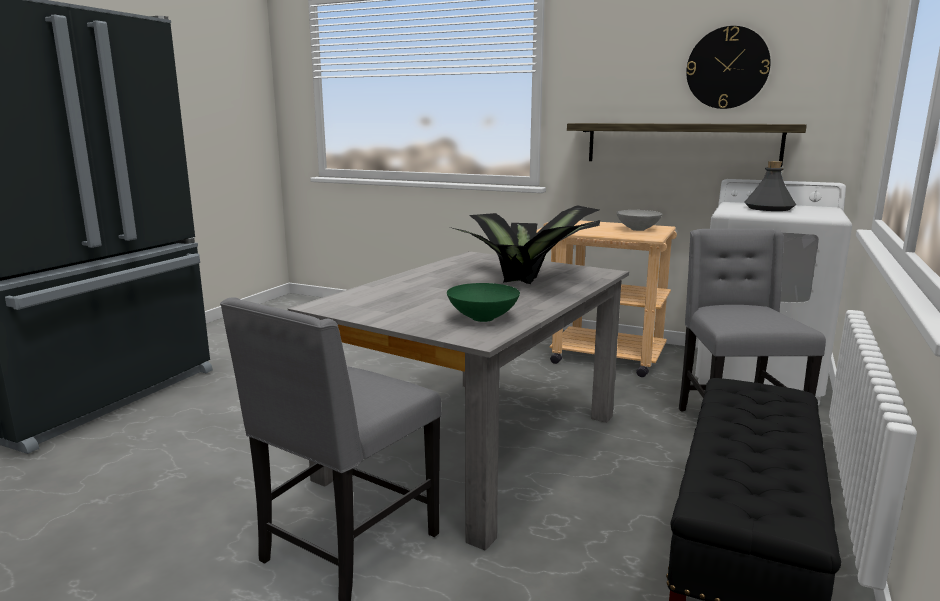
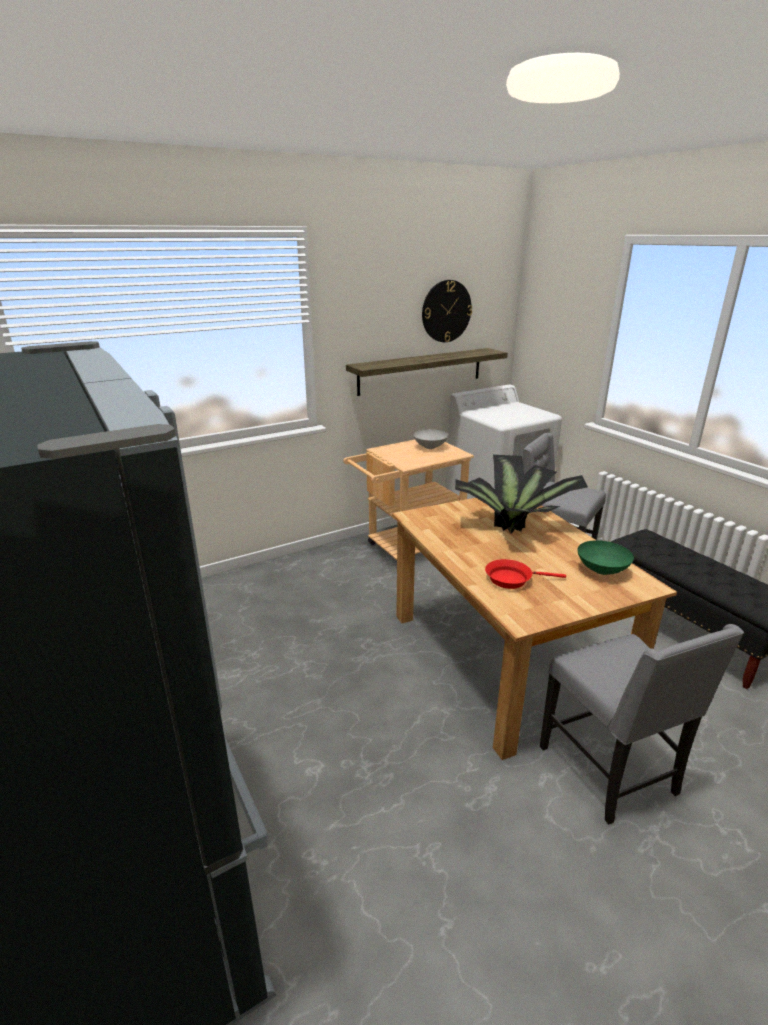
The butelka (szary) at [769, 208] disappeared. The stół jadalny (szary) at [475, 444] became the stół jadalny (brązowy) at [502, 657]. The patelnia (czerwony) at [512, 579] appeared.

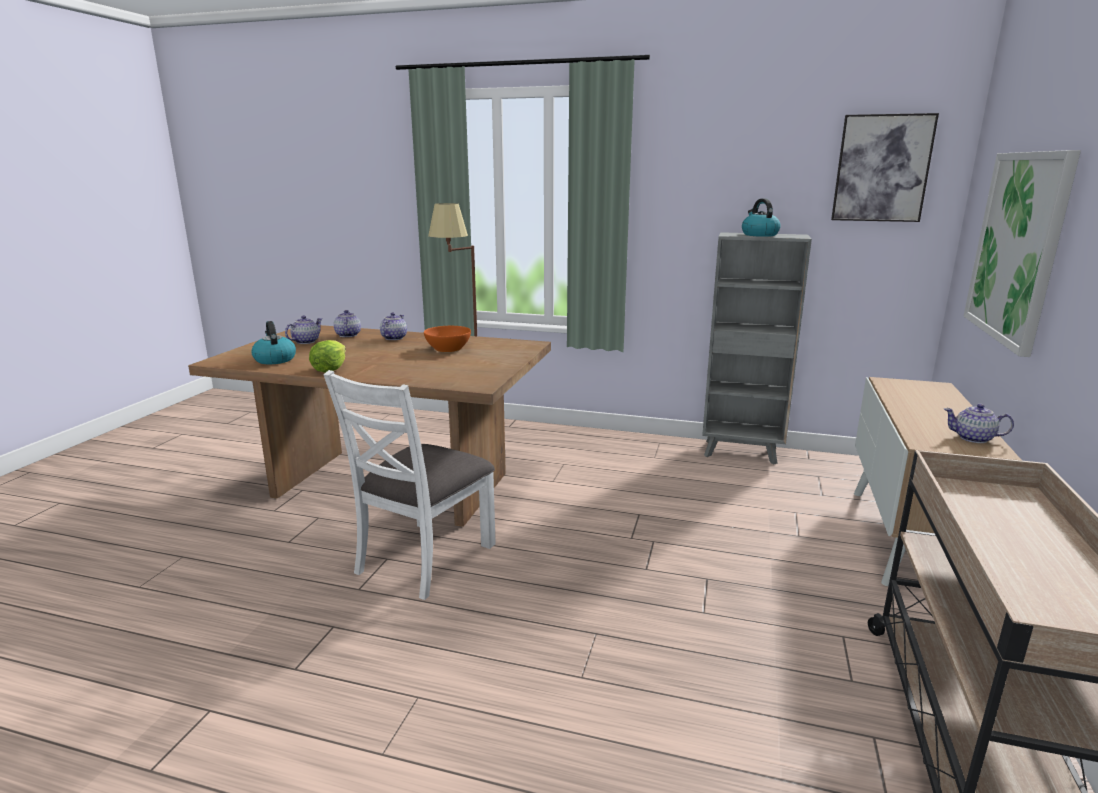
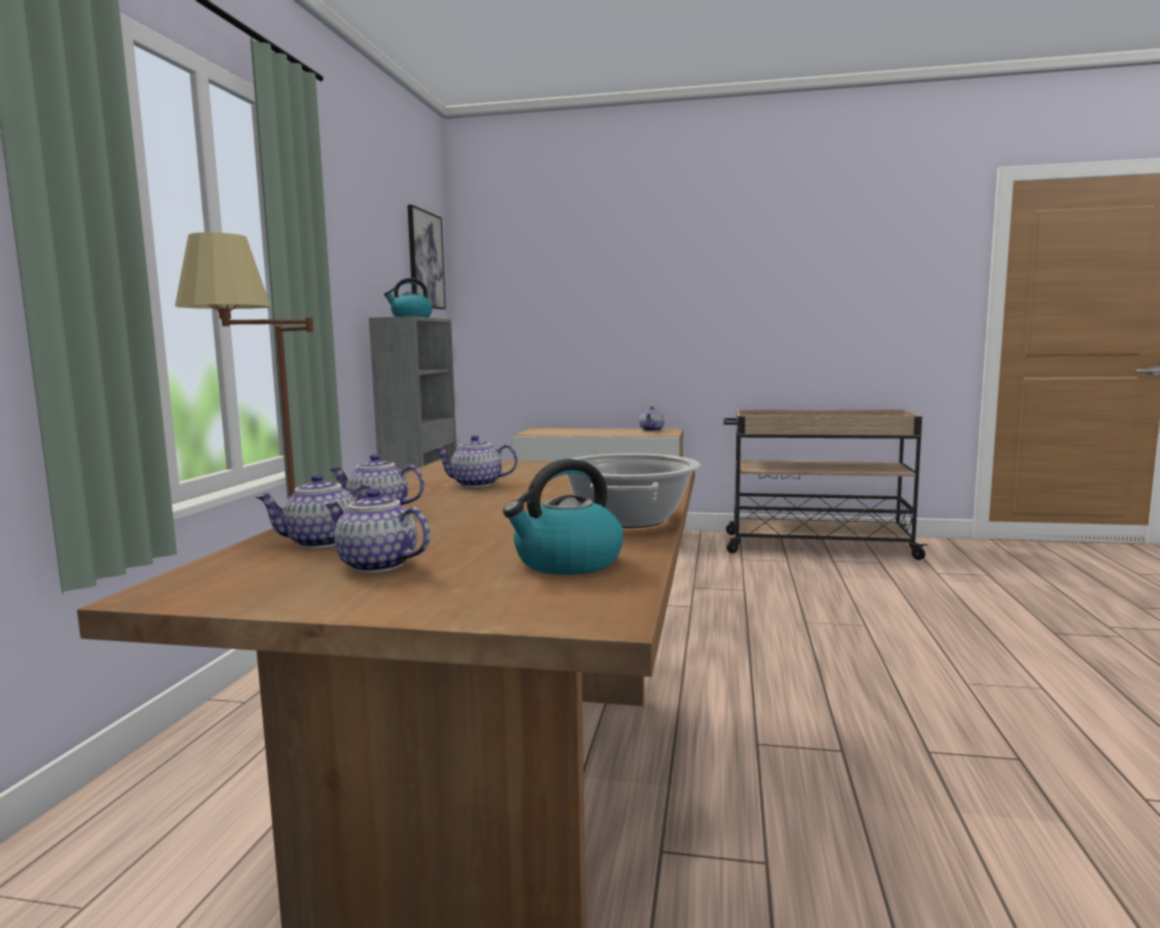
The obraz at [1017, 247] disappeared. The miska (pomarańczowy) at [448, 348] was replaced by the imbryk at [476, 484]. The sałata at [330, 369] was replaced by the garnek at [629, 519]. The krzesło (biały) at [424, 558] disappeared.

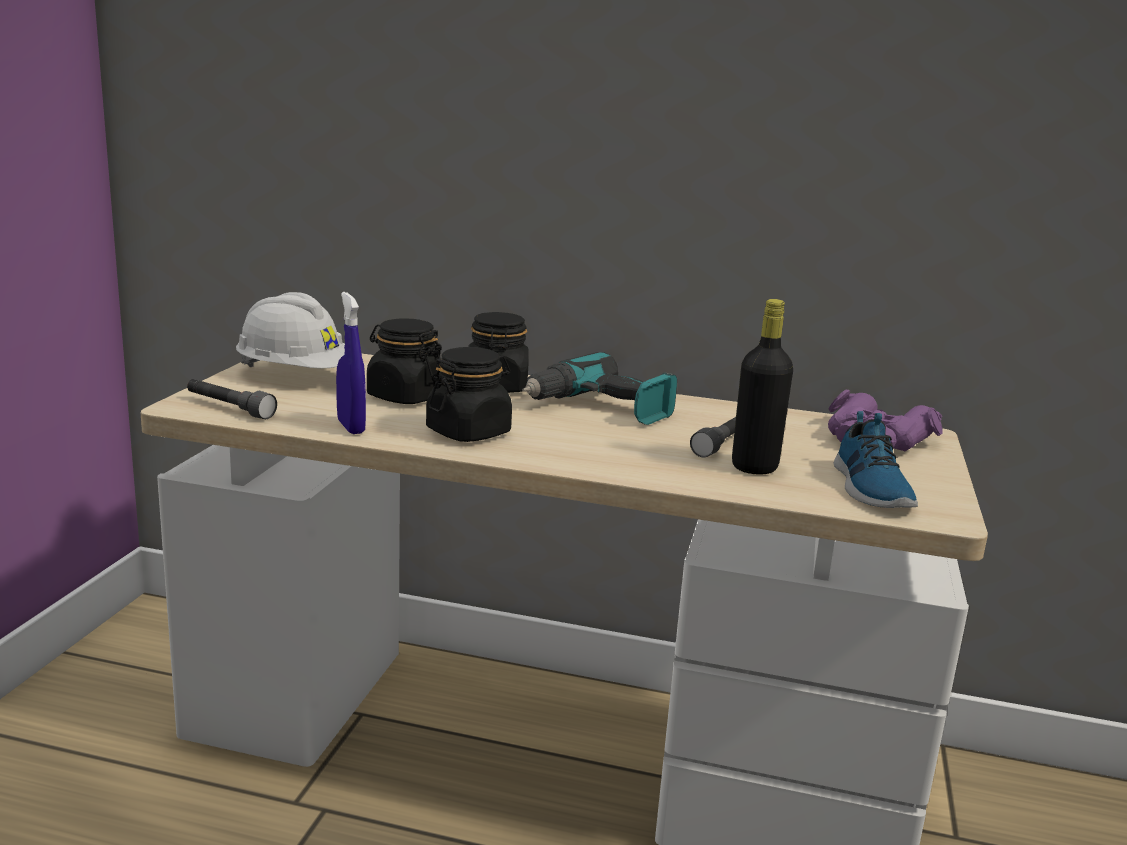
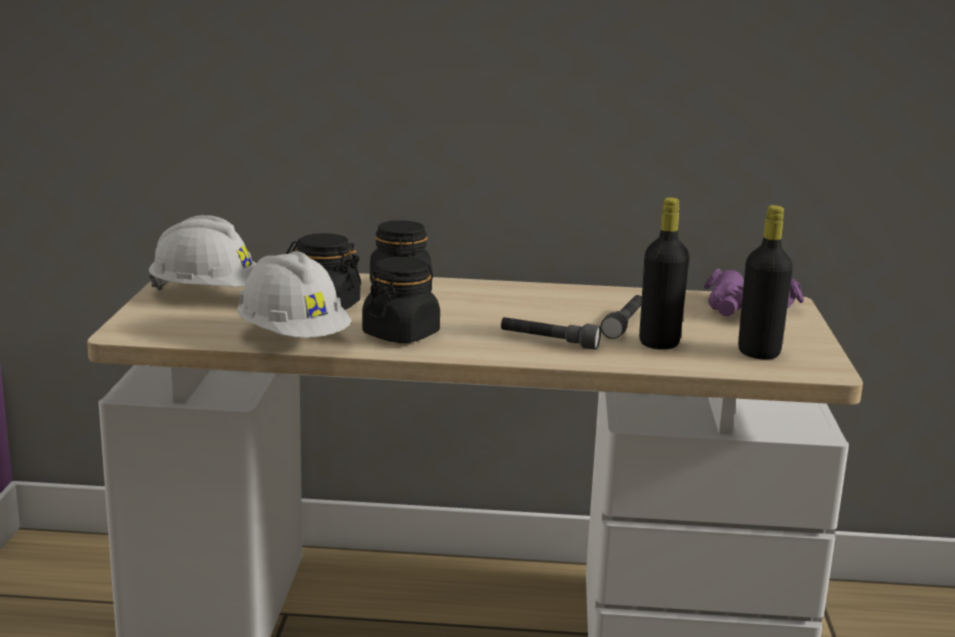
The spryskiwacz (niebieski) at [351, 427] was replaced by the kask (biały) at [293, 339]. The wiertarka at [601, 409] disappeared. The latarka (szary) moved from [229, 408] to [549, 342]. The but at [869, 488] was replaced by the butelka (czarny) at [758, 353].

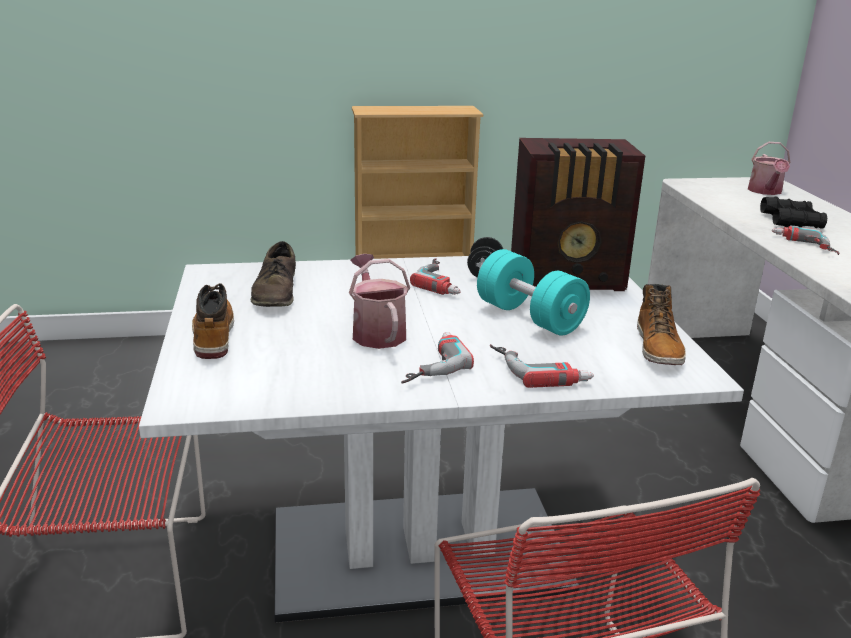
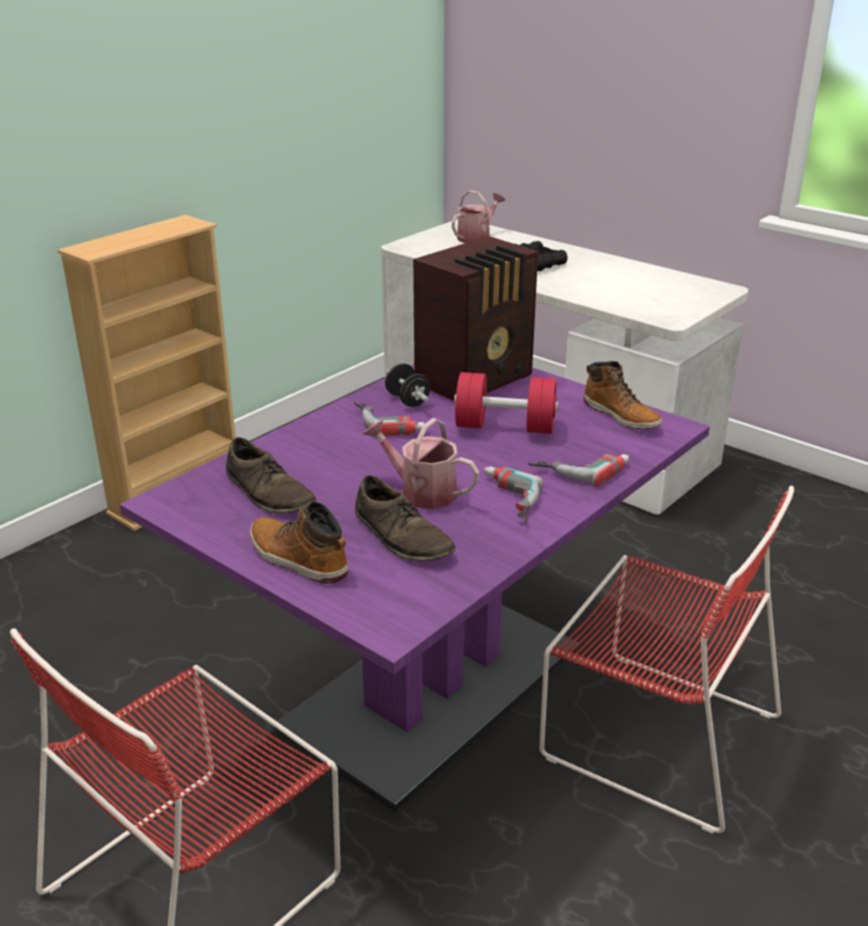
The konewka at [766, 191] turned 105 degrees counterclockwise. The wiertarka at [802, 246] disappeared. The hantel (turkusowy) at [529, 317] became the hantel (czerwony) at [505, 427]. The stół jadalny (biały) at [418, 552] became the stół jadalny (fioletowy) at [433, 688]. The but (brązowy) at [402, 537] appeared.

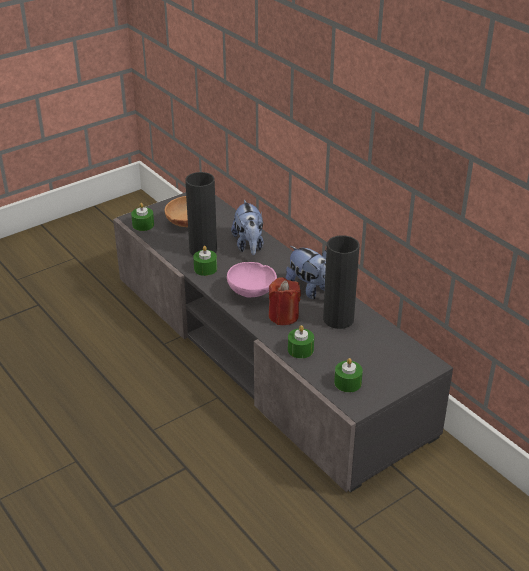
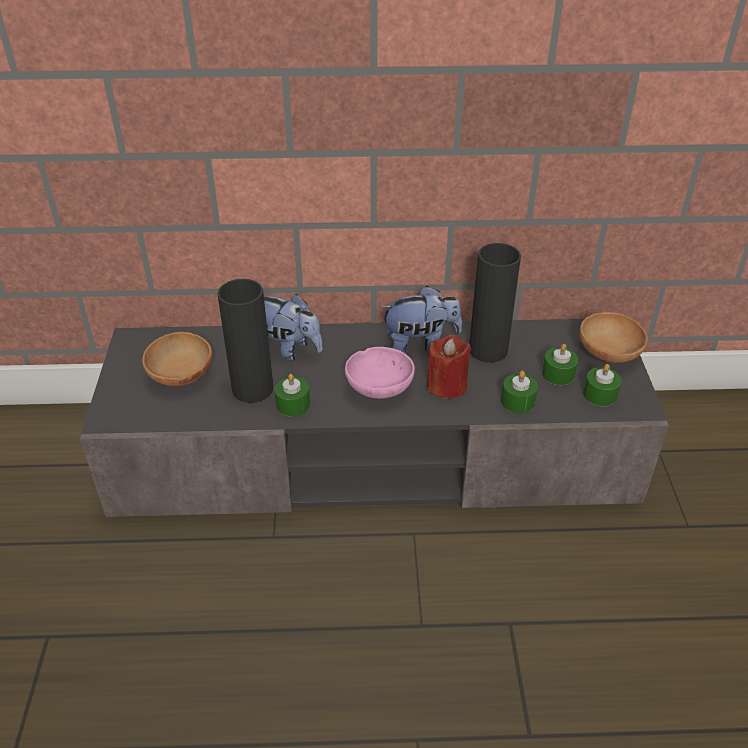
The świeca (zielony) moved from [143, 225] to [558, 374]. The miska (brązowy) at [609, 355] appeared.

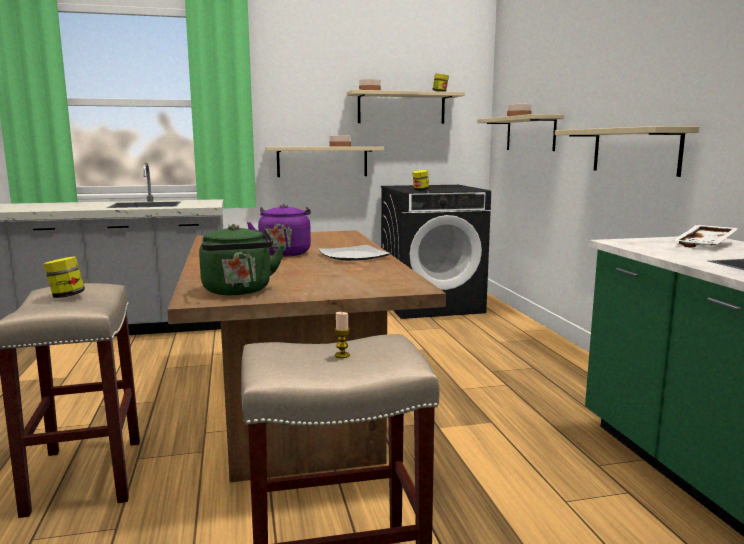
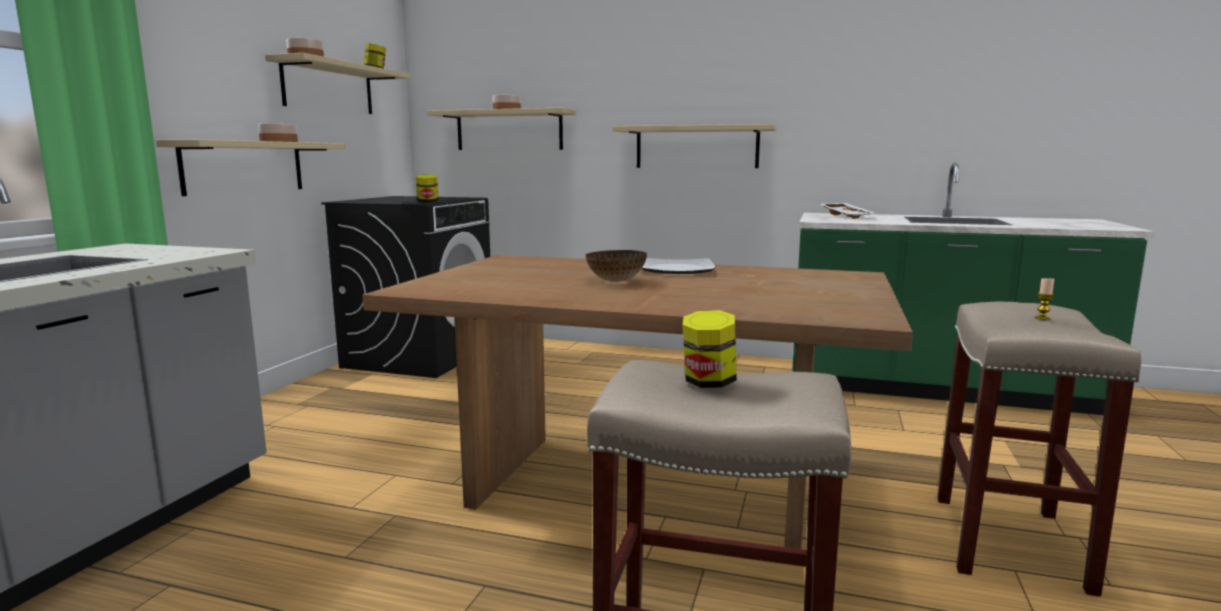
The czajnik (fioletowy) at [284, 253] was replaced by the miska at [615, 281]. The czajnik (zielony) at [238, 291] disappeared.

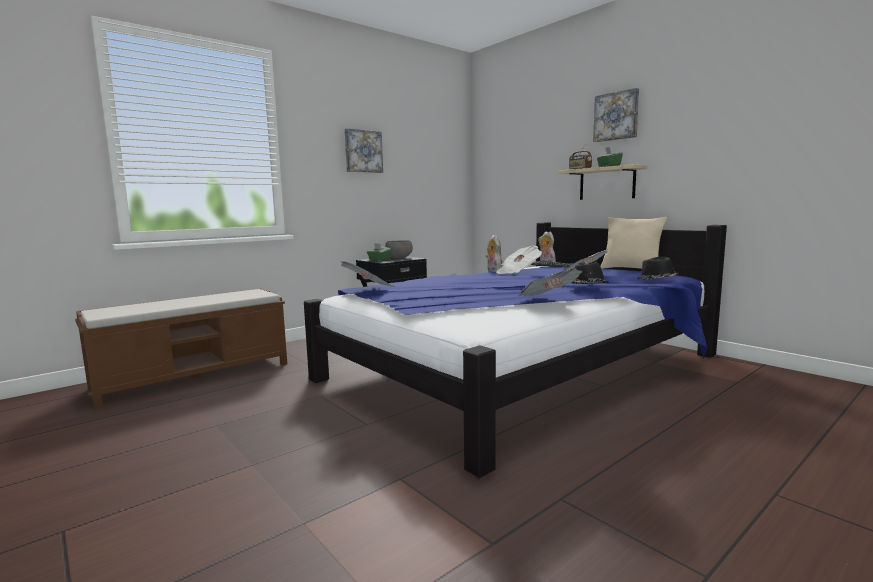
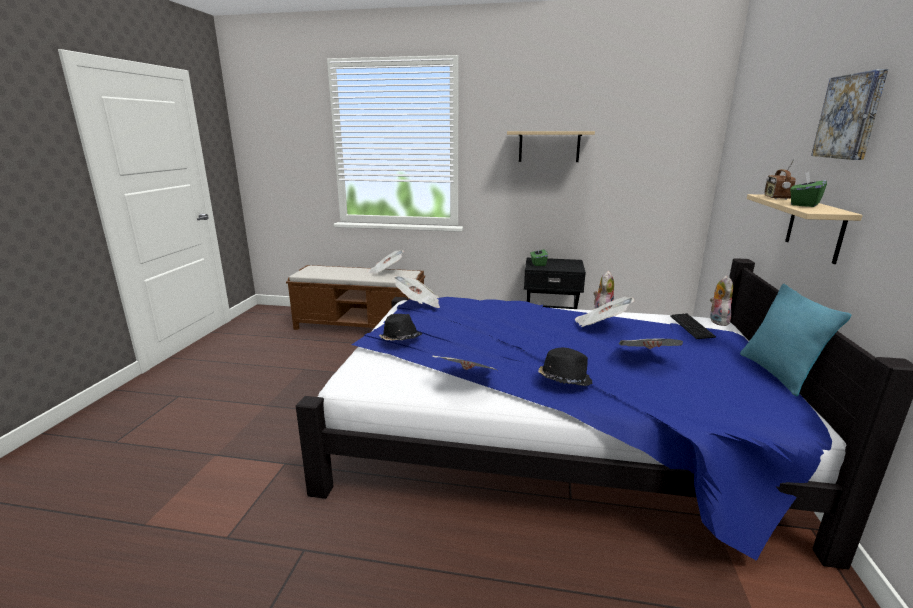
The obraz at [363, 151] was replaced by the półka (beżowy) at [549, 146]. The poduszka (beżowy) at [631, 269] became the poduszka (turkusowy) at [777, 373]. The miska (szary) at [399, 257] disappeared. The kapelusz (czarny) moved from [656, 280] to [400, 340]. The gazeta at [385, 271] appeared.

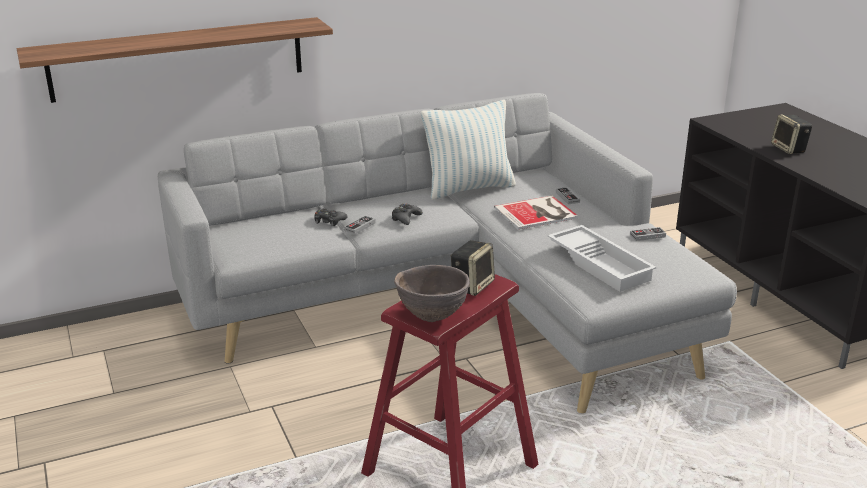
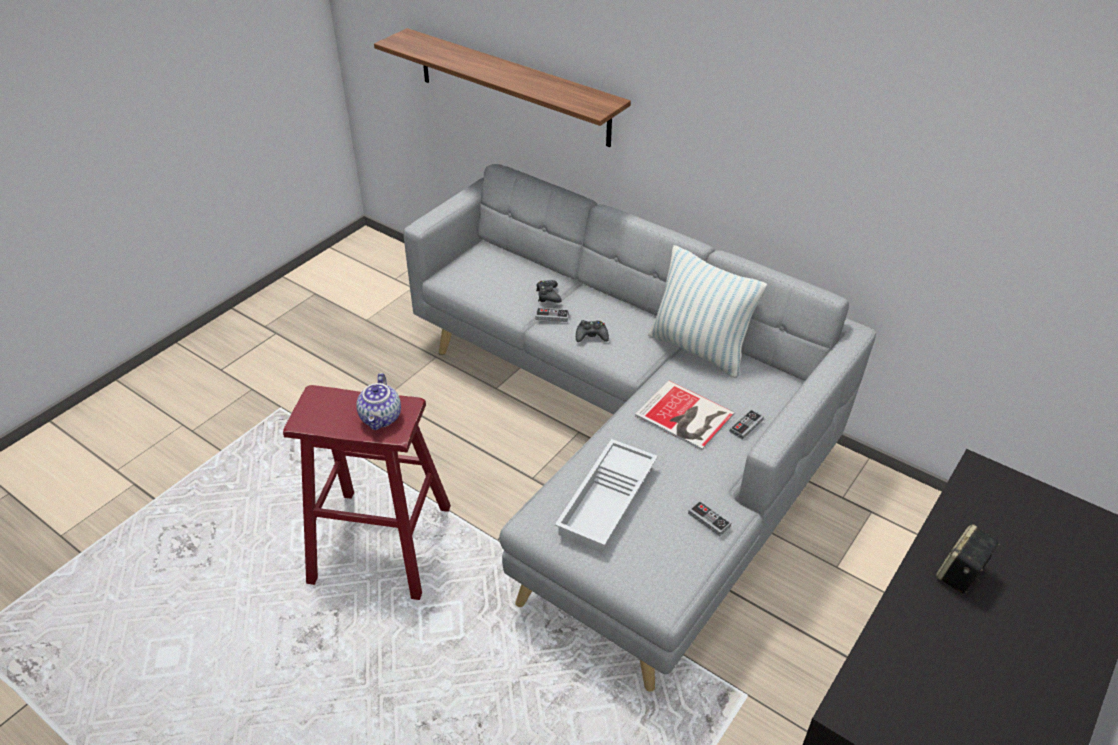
The głośnik at [472, 285] was replaced by the imbryk at [382, 418]. The miska (brązowy) at [432, 317] disappeared.

